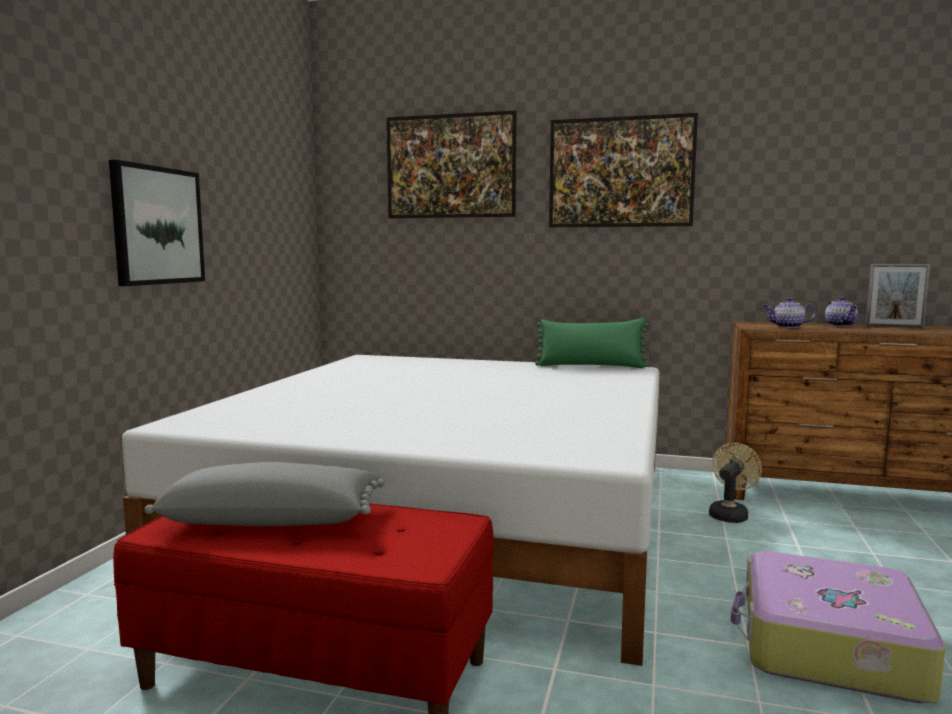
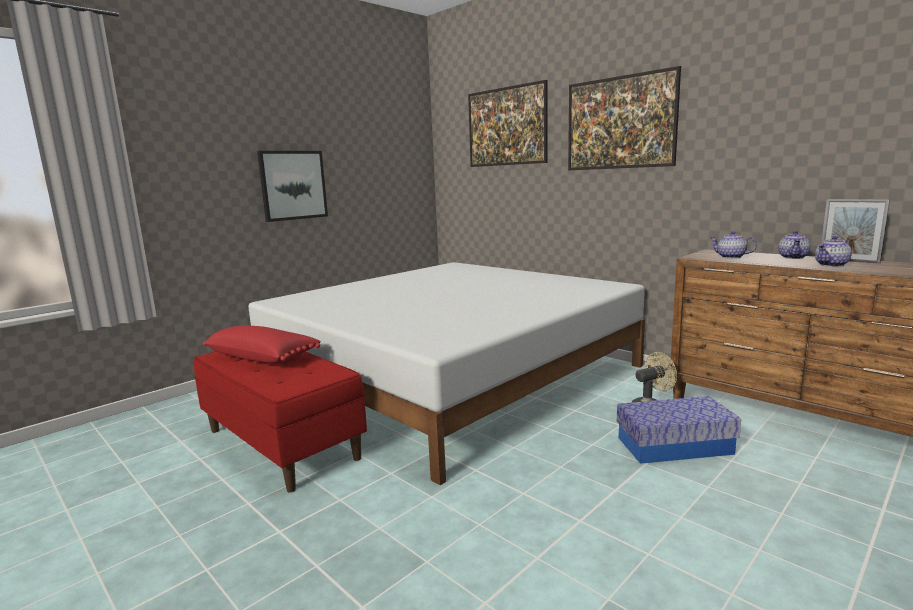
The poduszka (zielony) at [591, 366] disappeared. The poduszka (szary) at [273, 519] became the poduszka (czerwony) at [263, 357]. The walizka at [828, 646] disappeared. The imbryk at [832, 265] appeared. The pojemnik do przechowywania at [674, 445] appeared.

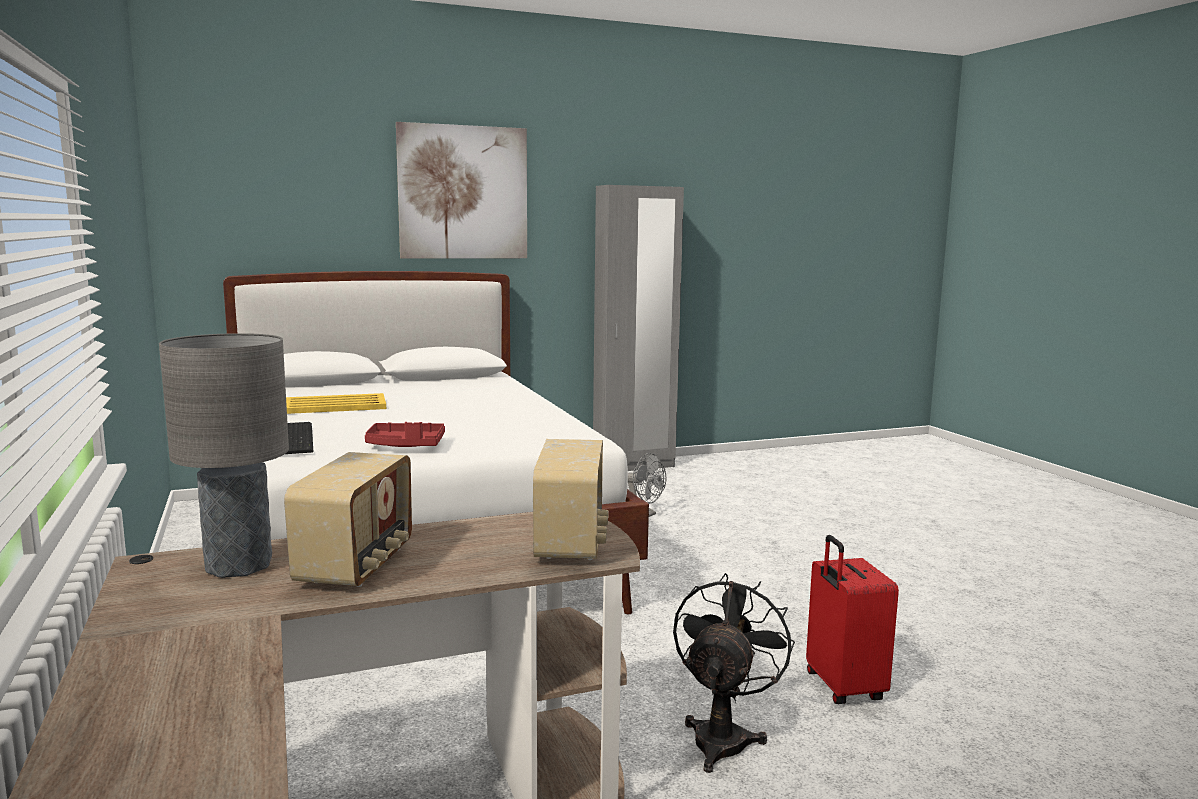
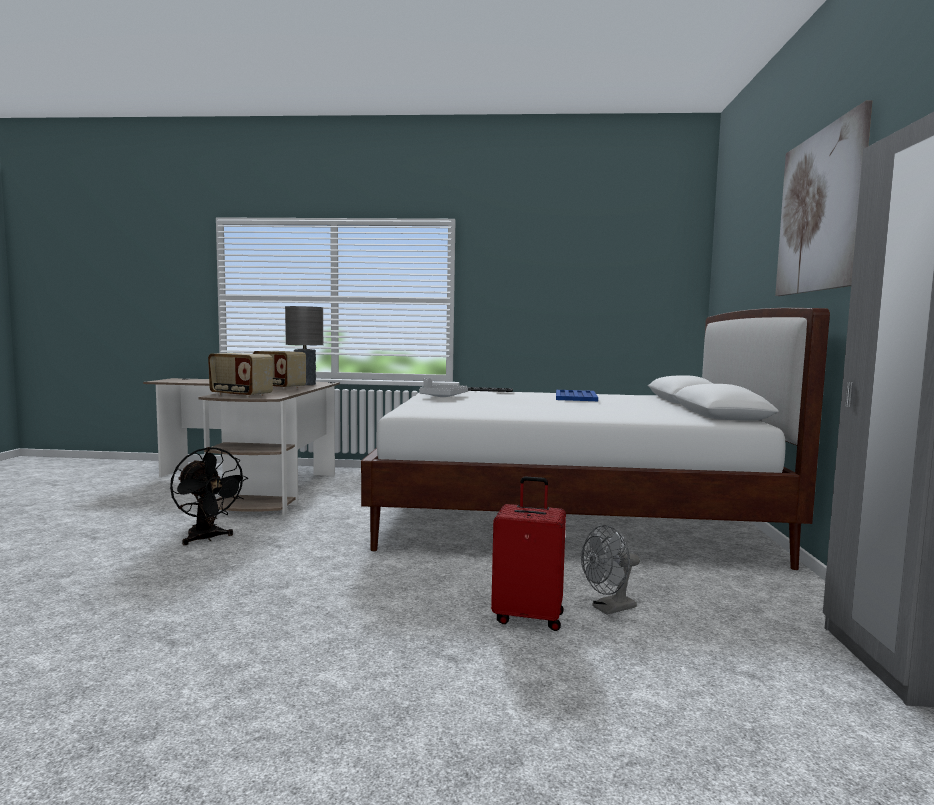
The taca (żółty) at [334, 405] became the taca (niebieski) at [576, 397]. The taca (czerwony) at [406, 446] became the taca (szary) at [443, 397]. The walizka (czerwony) moved from [842, 688] to [528, 617].

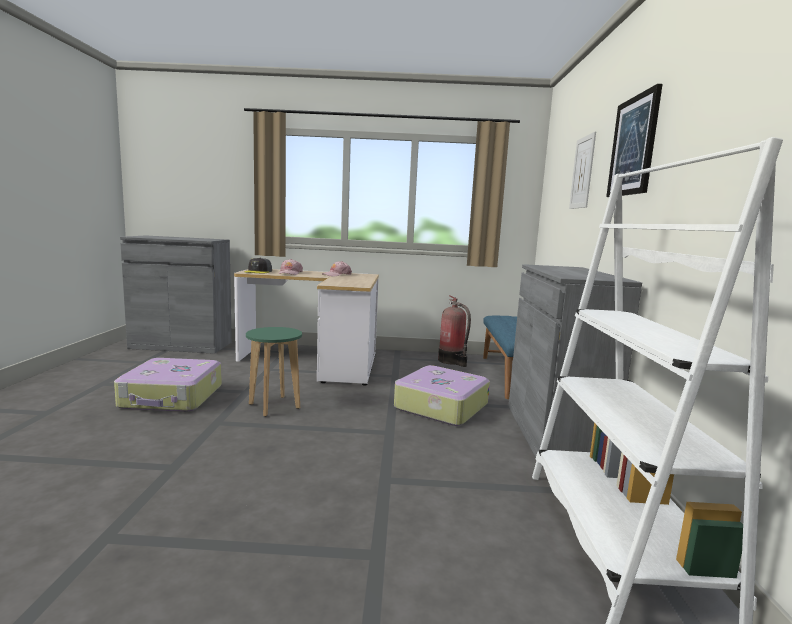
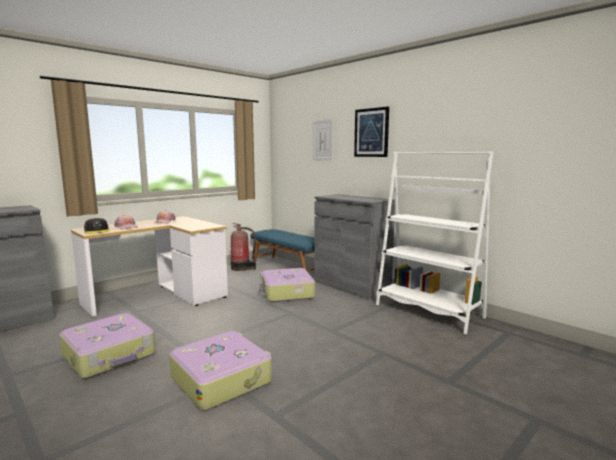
The stołek (zielony) at [274, 406] disappeared. The walizka at [222, 379] appeared.

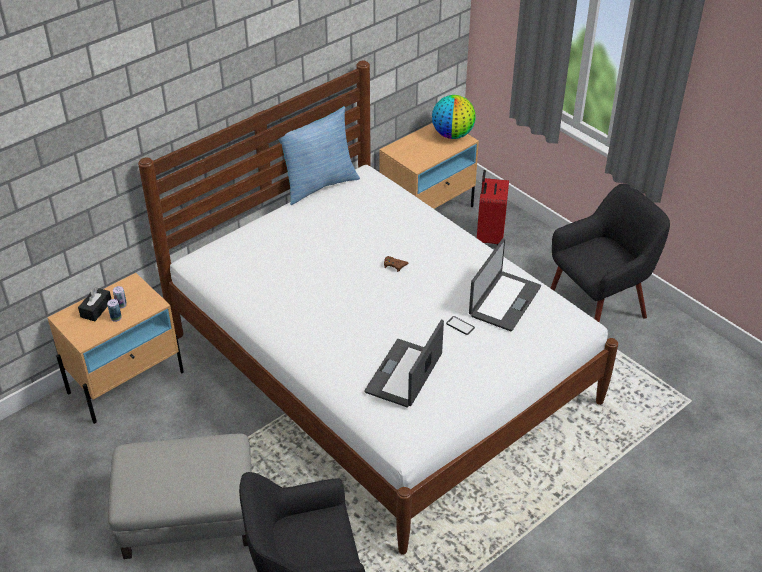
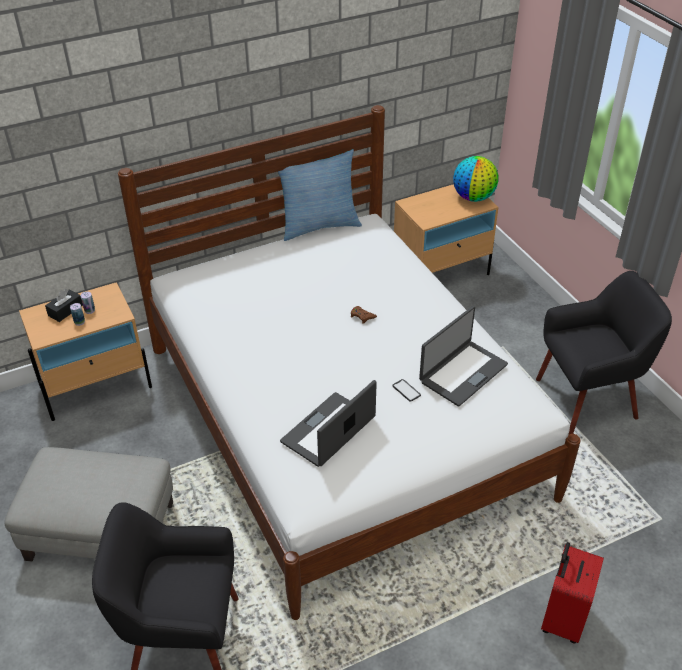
The walizka (czerwony) moved from [489, 237] to [562, 618].

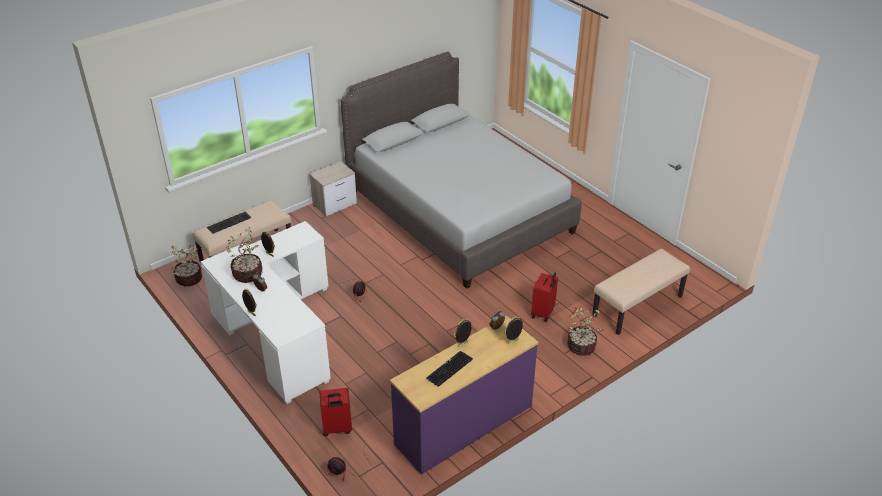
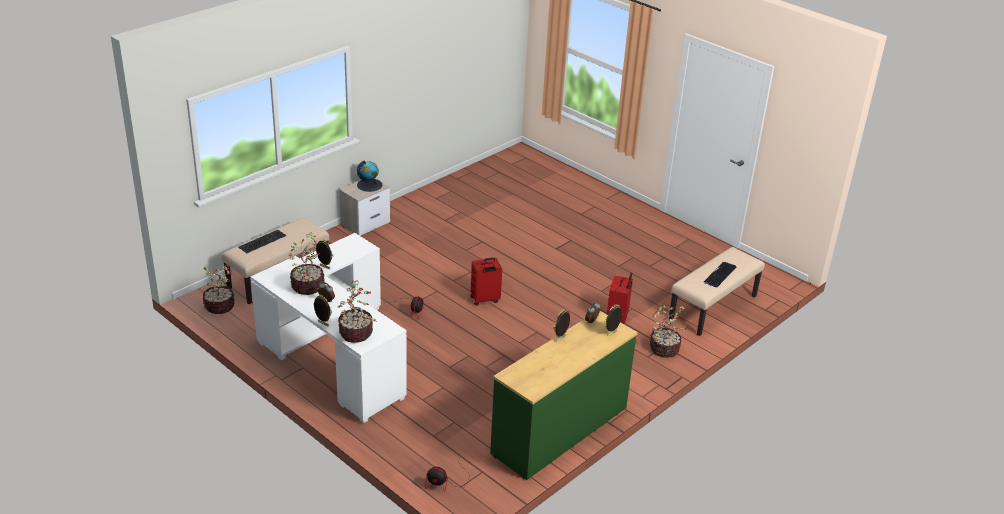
The łóżko (szary) at [459, 211] disappeared. The komoda (fioletowy) at [464, 425] became the komoda (zielony) at [560, 431]. The klawiatura moved from [449, 369] to [720, 275]. The walizka (czerwony) moved from [337, 429] to [485, 300]. The globus at [369, 185] appeared. The roślina doniczkowa at [357, 334] appeared.

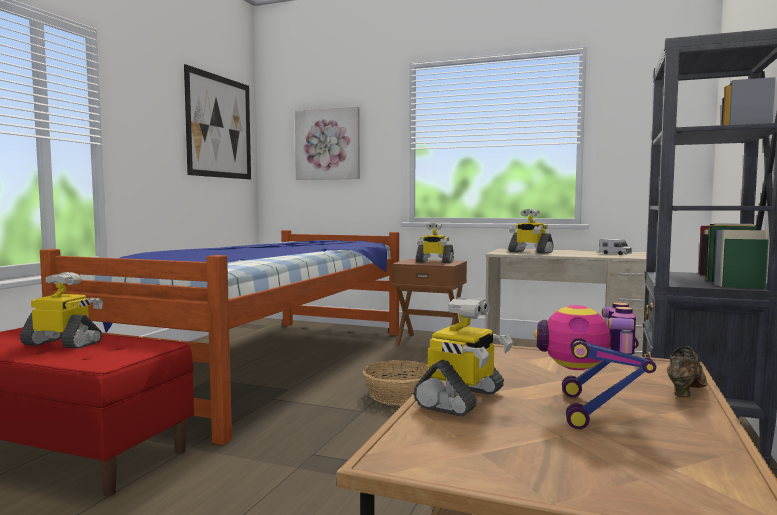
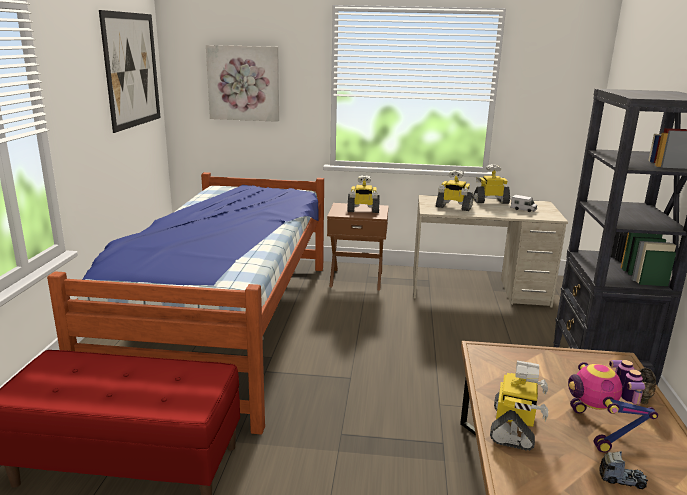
The robot zabawkowy moved from [64, 343] to [490, 201]. The koszyk at [398, 395] disappeared. The ciężarówka zabawkowa at [621, 479] appeared.

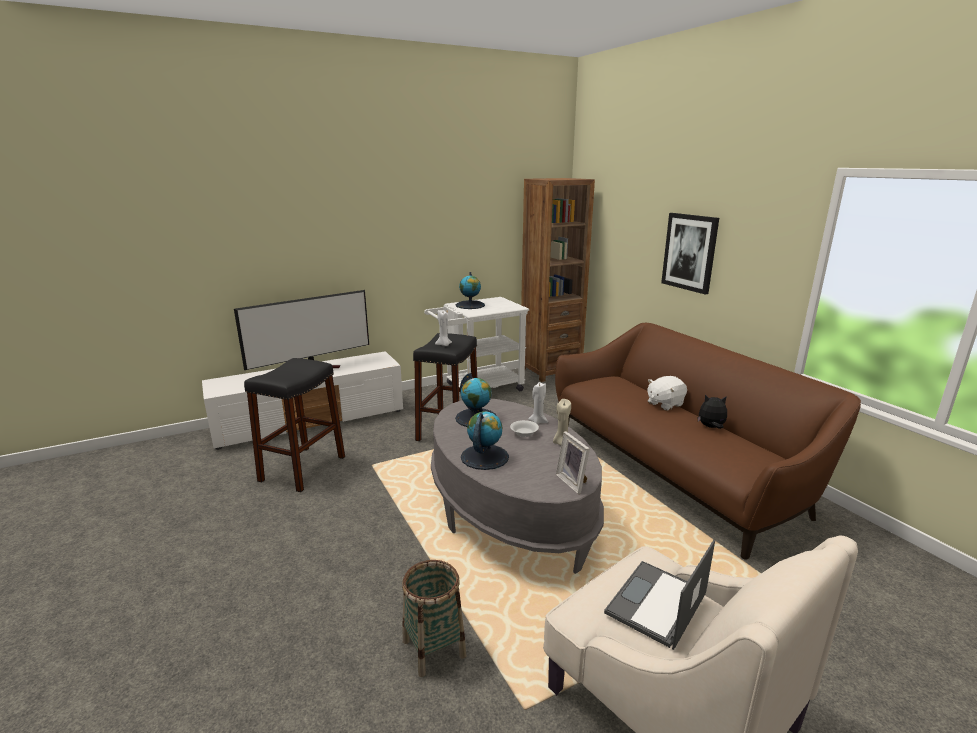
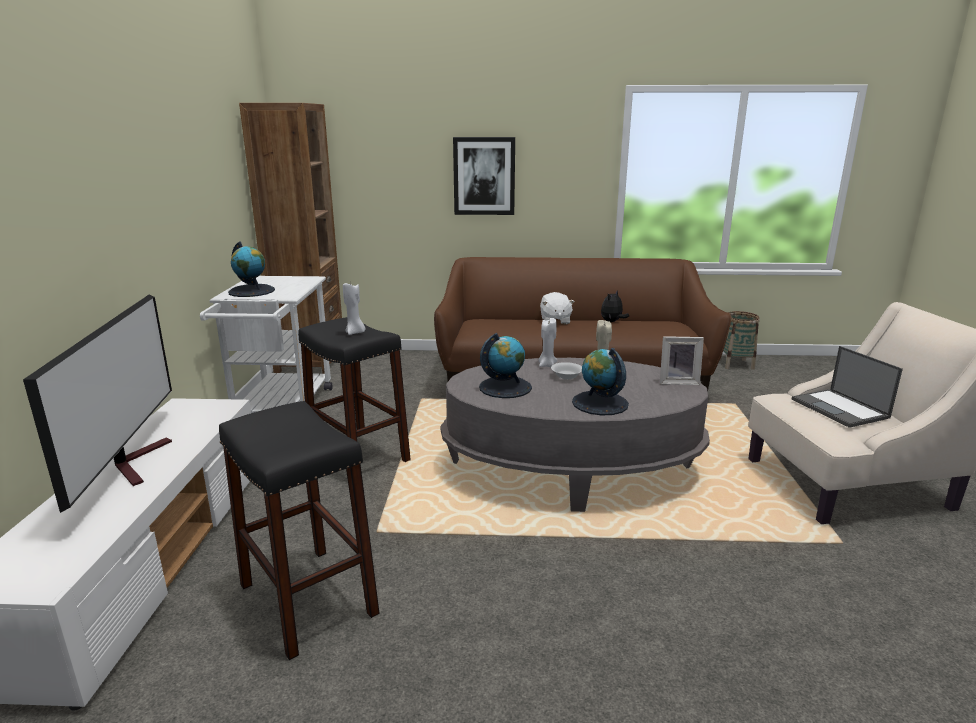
The koszyk moved from [434, 648] to [735, 364].

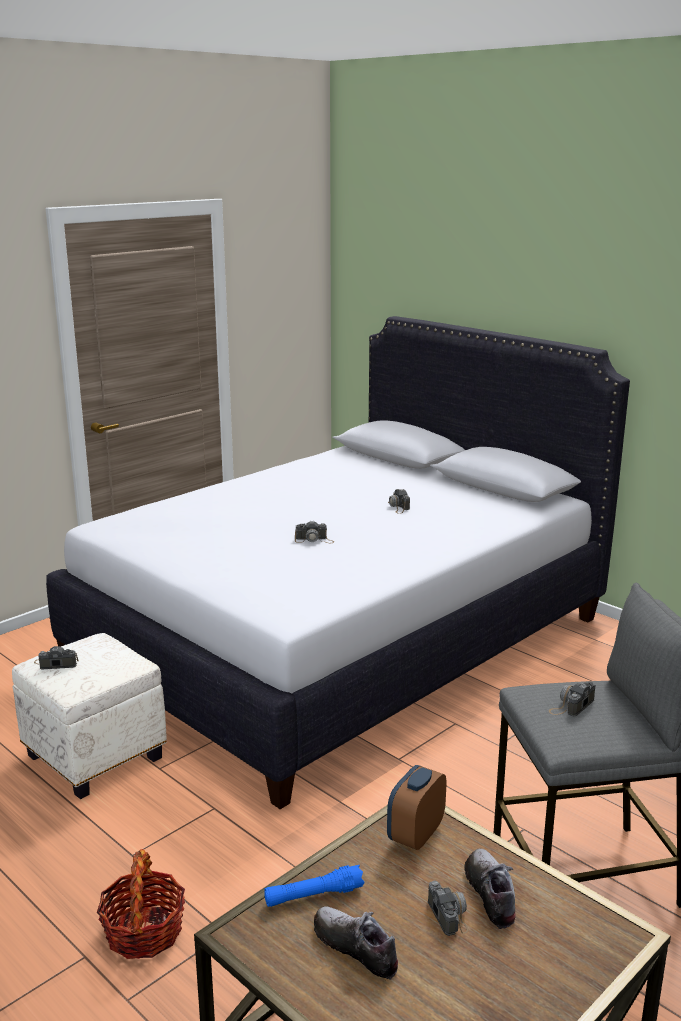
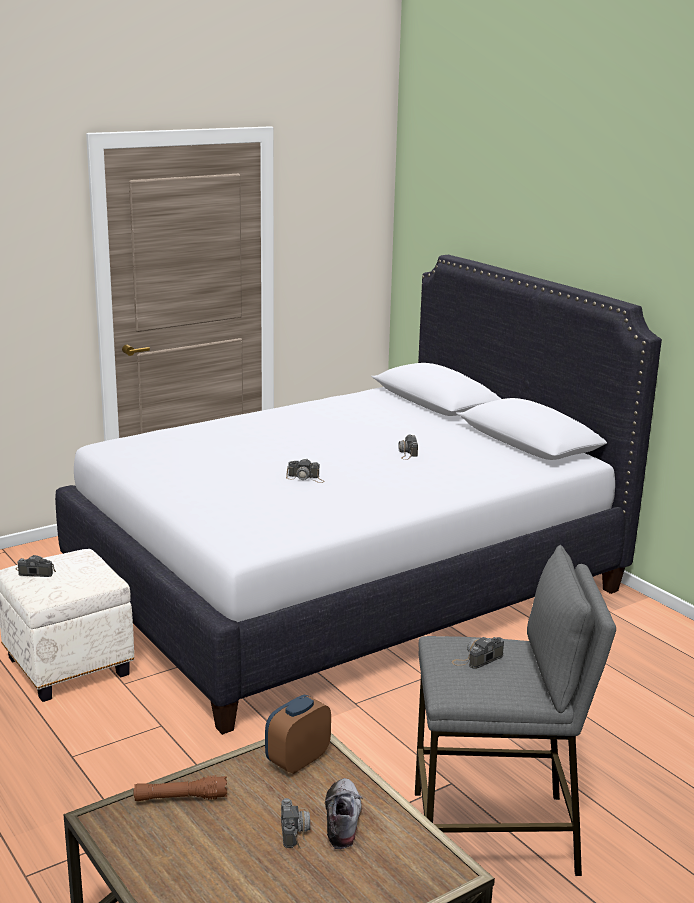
The koszyk at [144, 932] disappeared. The latarka (niebieski) at [313, 895] became the latarka (brązowy) at [180, 798]. The but at [355, 948] disappeared.

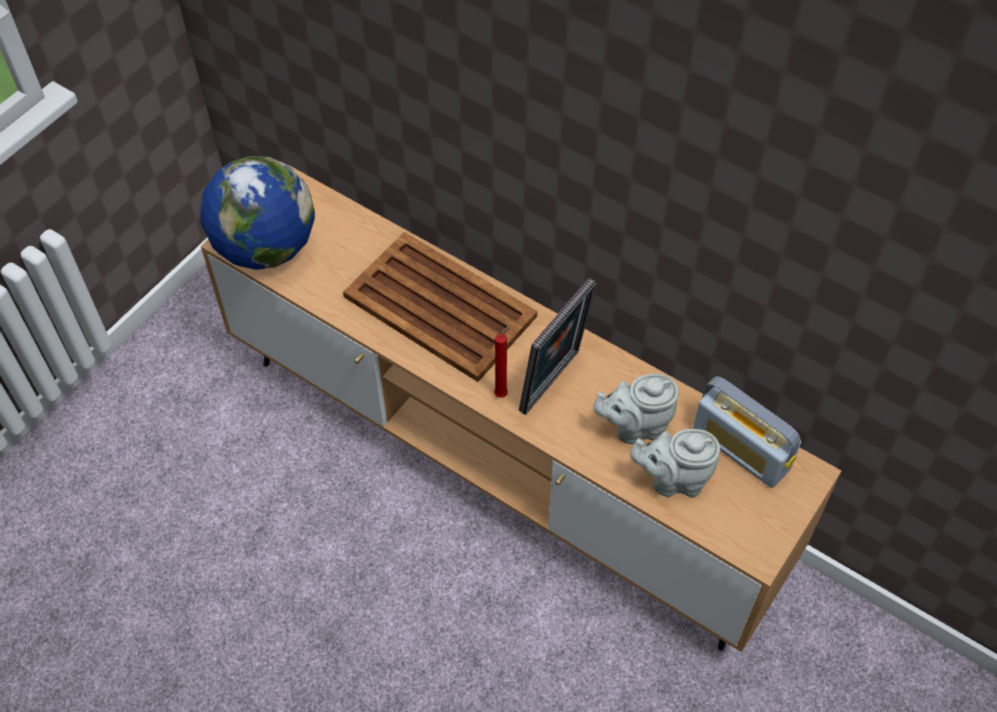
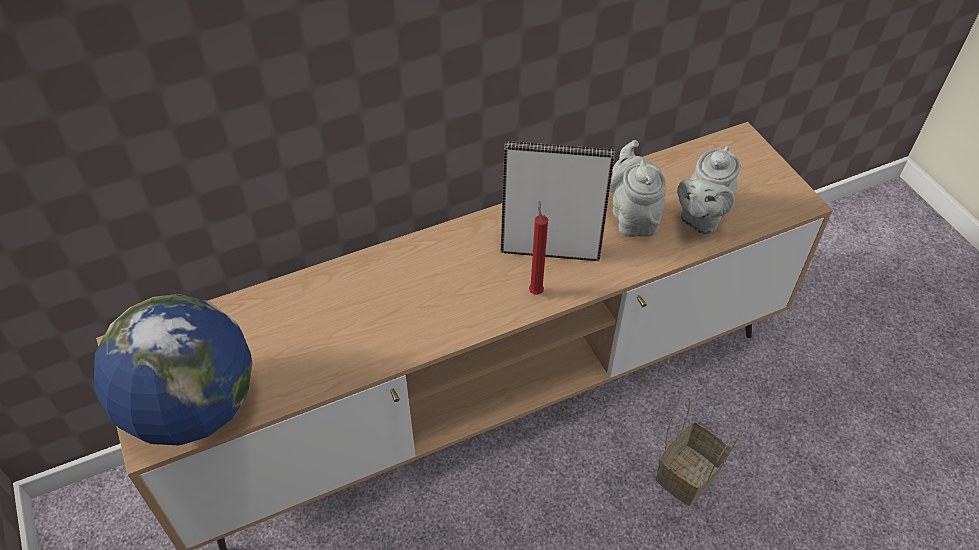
The taca (brązowy) at [441, 308] disappeared. The ramka na zdjęcie at [554, 383] turned 60 degrees counterclockwise. The imbryk (szary) at [635, 427] turned 150 degrees clockwise. The radio at [741, 449] disappeared. The koszyk at [688, 472] appeared.

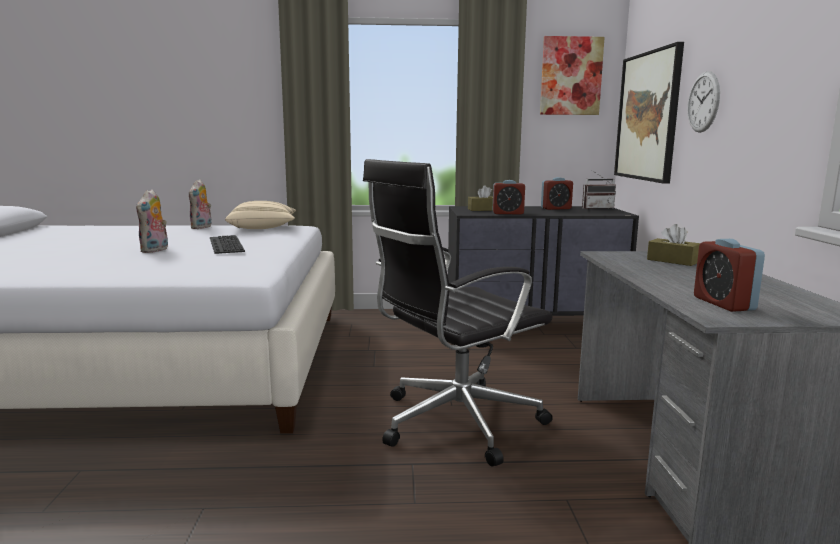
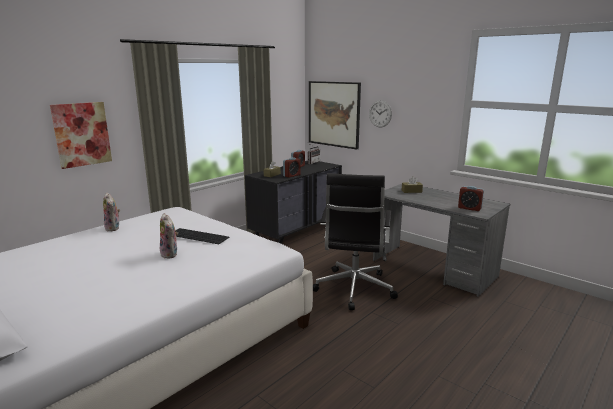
The obraz moved from [571, 76] to [82, 134]. The poduszka (beżowy) at [263, 228] disappeared.

